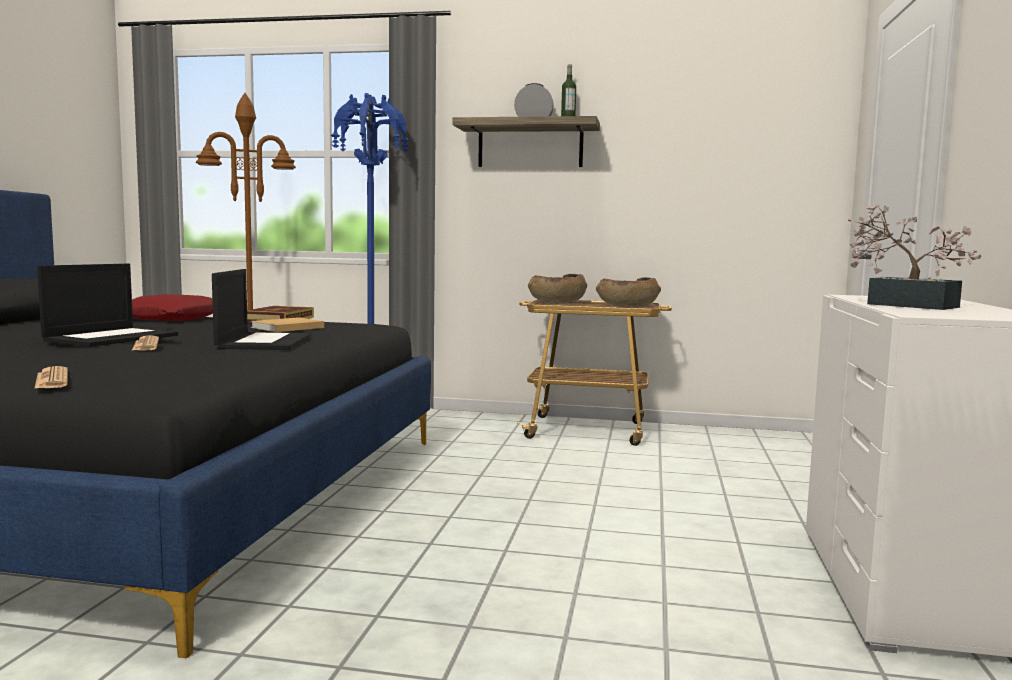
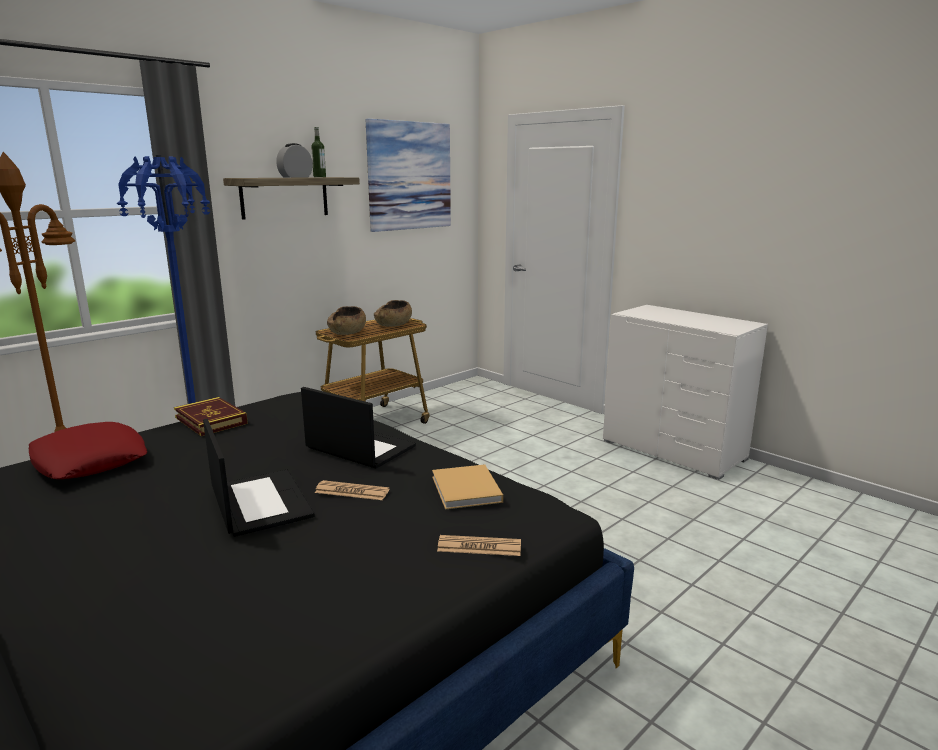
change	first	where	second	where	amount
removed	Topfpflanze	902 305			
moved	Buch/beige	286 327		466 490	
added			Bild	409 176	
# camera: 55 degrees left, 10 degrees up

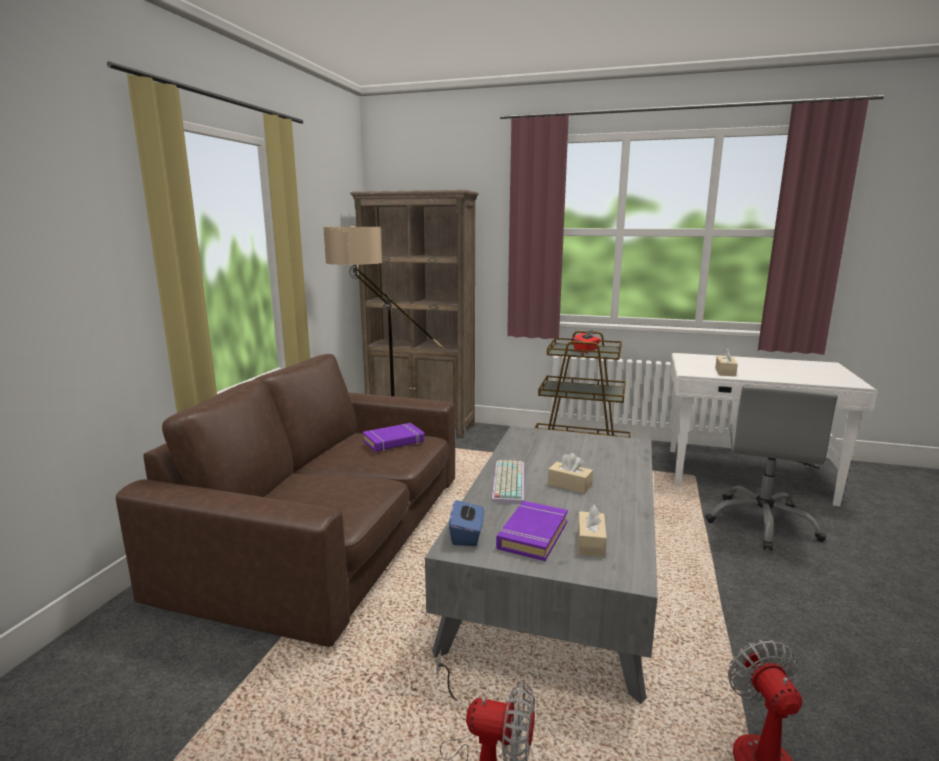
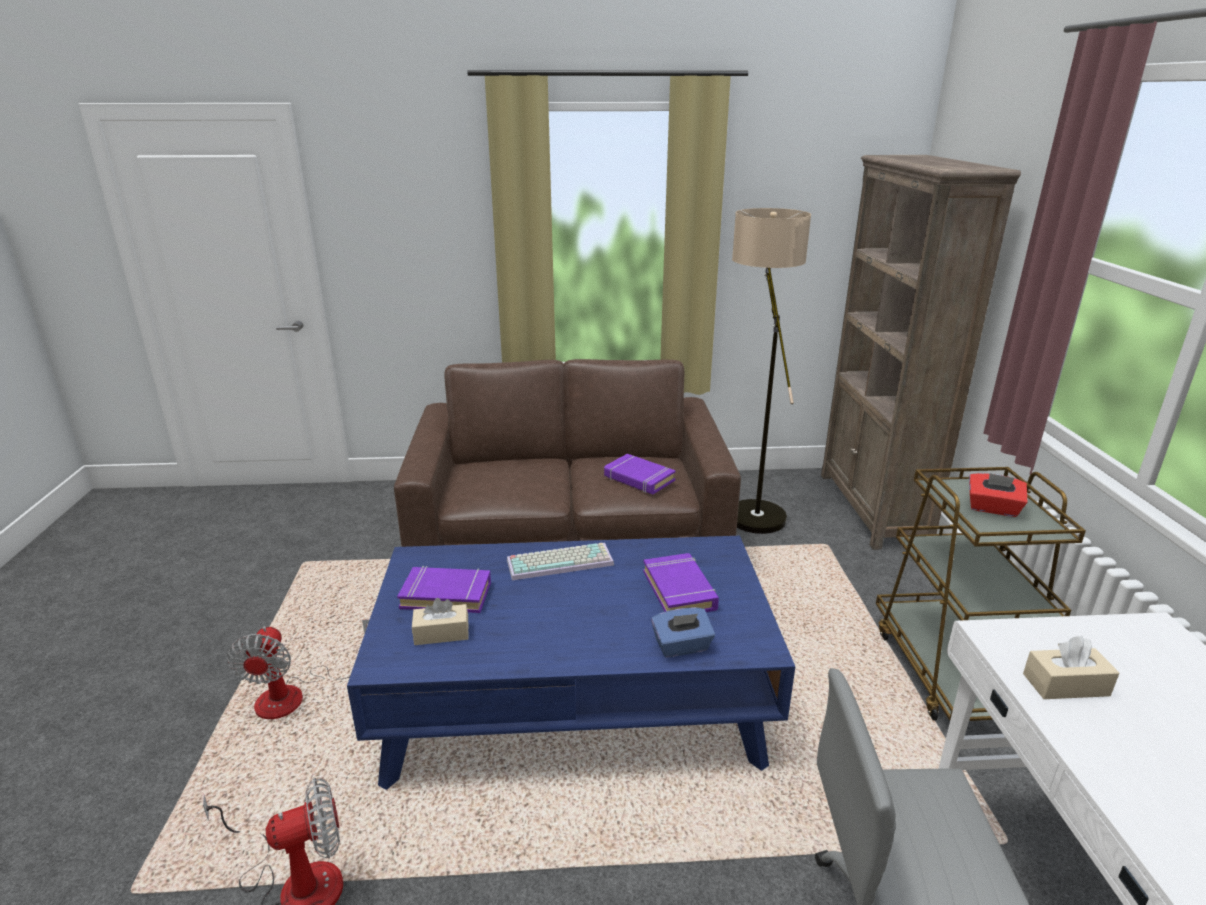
change	first	where	second	where	amount
recoloured	Couchtisch/grau	558 574	Couchtisch/blau	575 697	
removed	Taschentuchbox/beige	569 485			
moved	Taschentuchbox/blau	467 535		682 646	
added			Buch/lila	679 590	
# camera: 70 degrees right, 10 degrees up

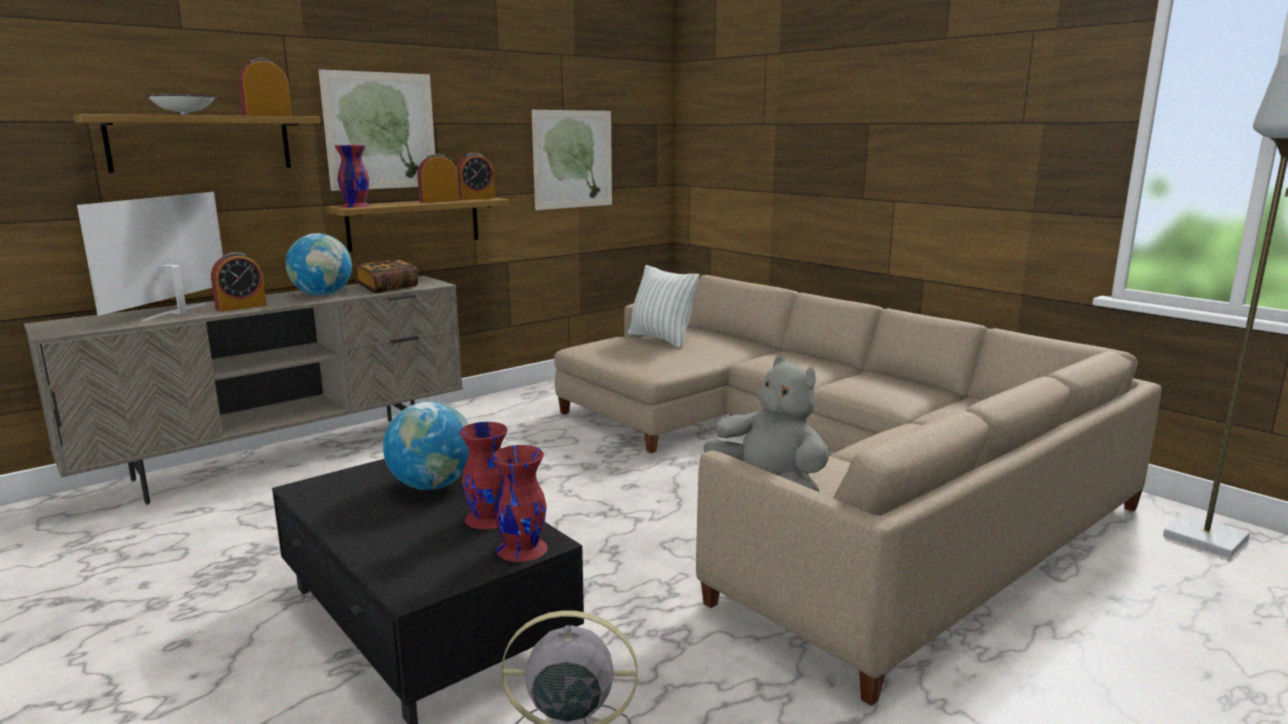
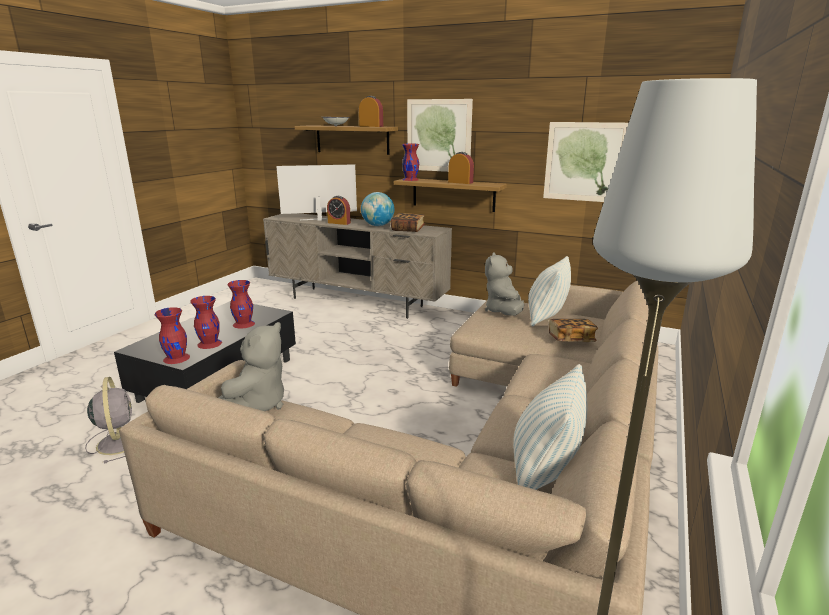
change	first	where	second	where	amount
removed	Wecker	475 198			
replaced	Globus	432 485	Vase/rot	244 324	
added			Plüschtier/grau	503 312	
added			Buch	571 339	
added			Kissen	544 470	
# camera: 65 degrees right, 5 degrees up

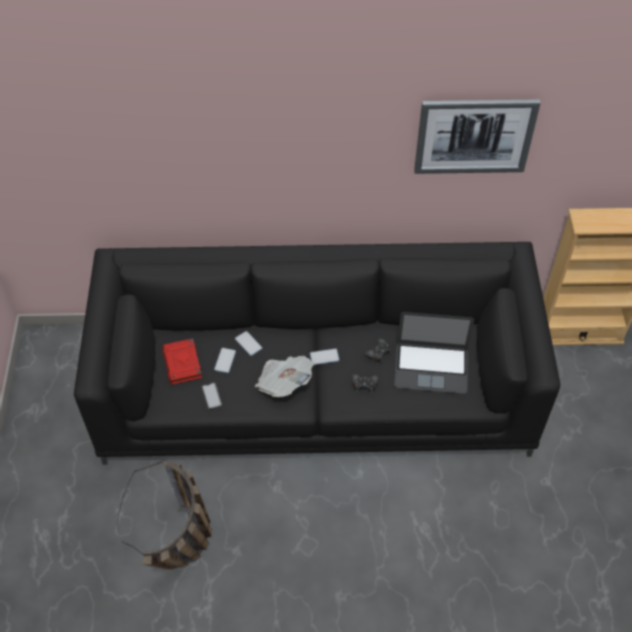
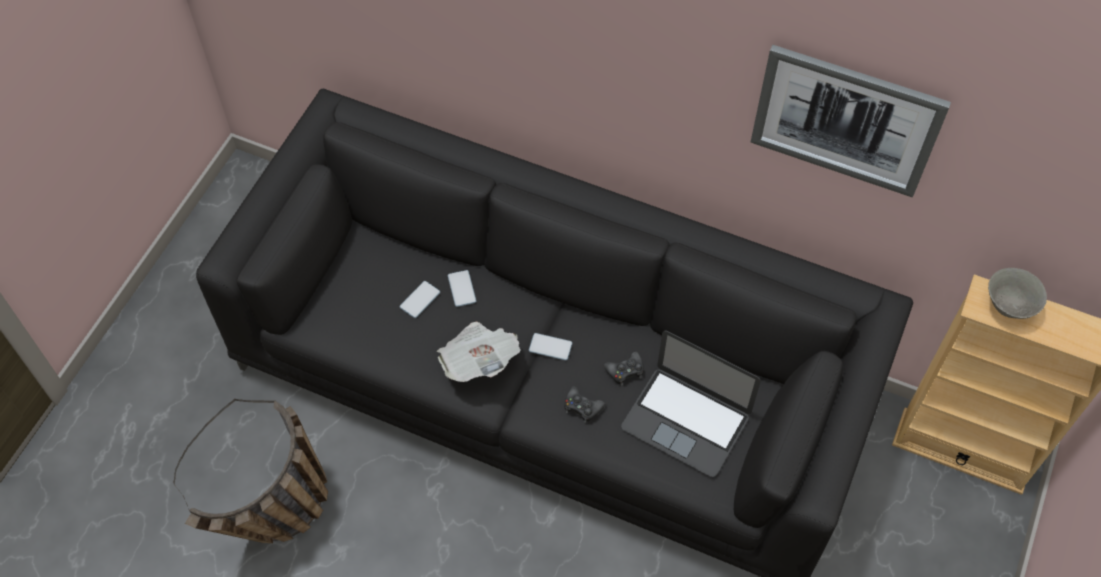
change	first	where	second	where	amount
removed	Buch/rot	183 364			
removed	Handy	211 395			
added			Schüssel/grau	1009 306	
# camera: 25 degrees right, 5 degrees up

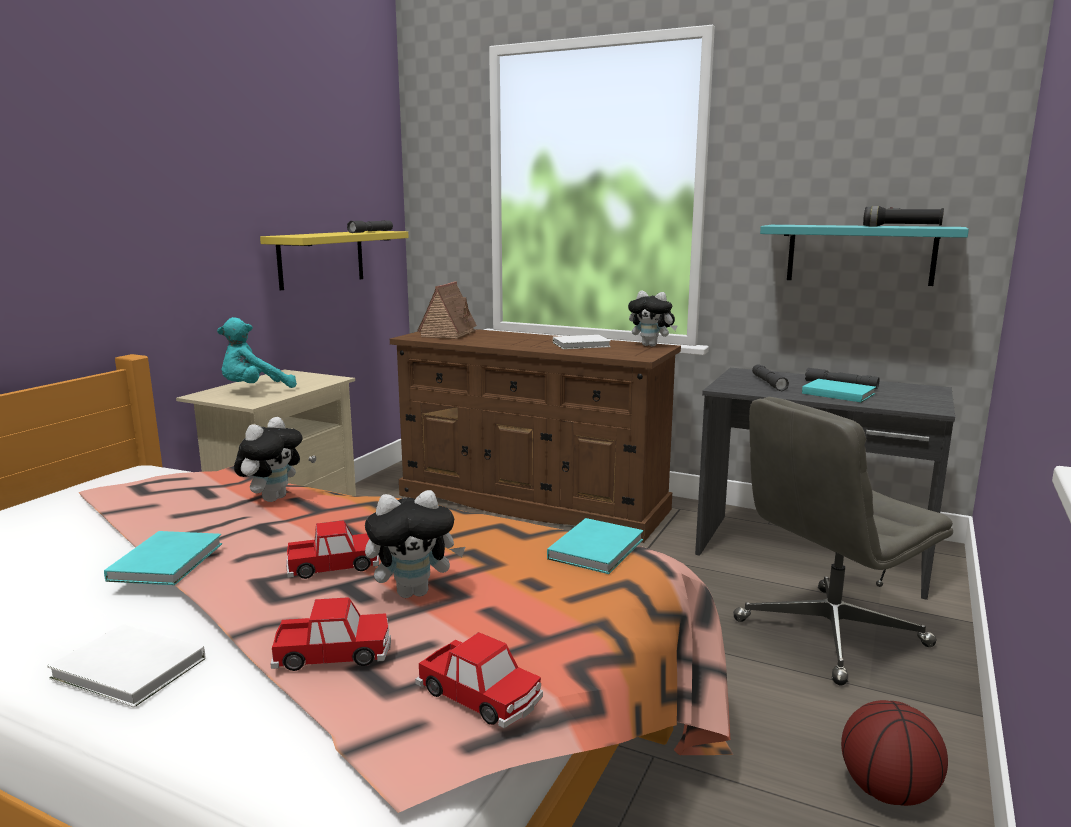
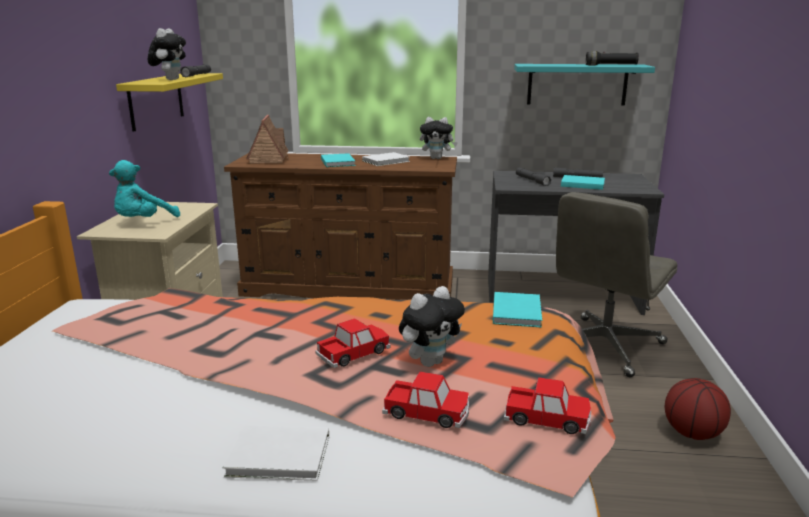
change	first	where	second	where	amount
moved	Plüschtier	272 498		170 79	
moved	Buch/türkis	170 560		338 162	
turned	Spielzeugauto	333 653		427 412	45 degrees clockwise
# camera: 20 degrees left, 5 degrees up

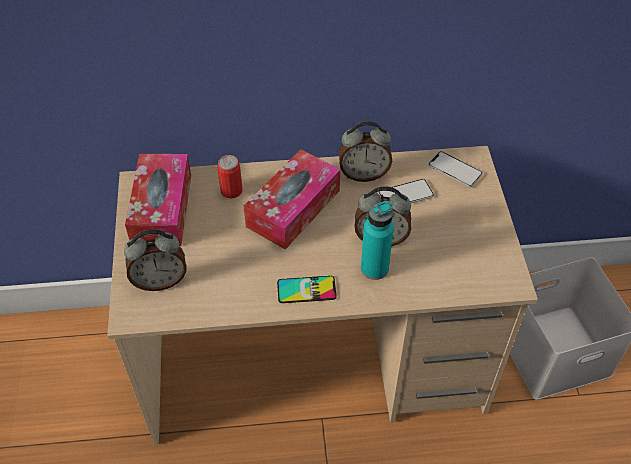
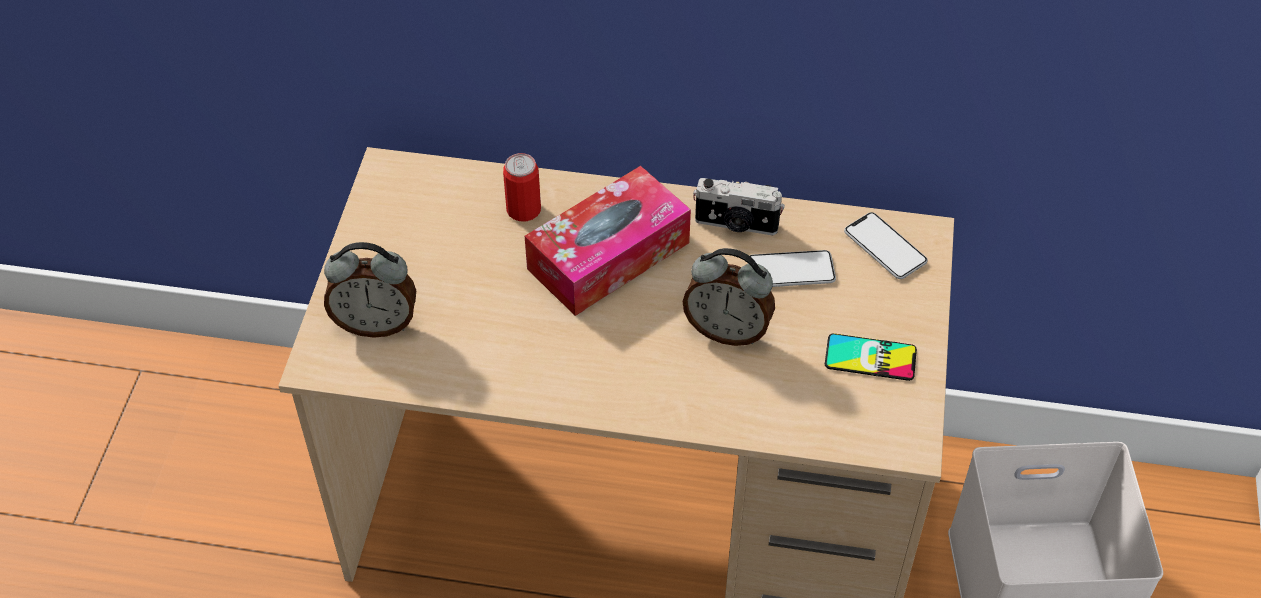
change	first	where	second	where	amount
replaced	Wecker	363 174	Kamera	736 225	
removed	Taschentuchbox	162 209			
removed	Flasche/türkis	374 268			
moved	Handy	306 290		870 357	
# camera: 15 degrees right, 0 degrees up

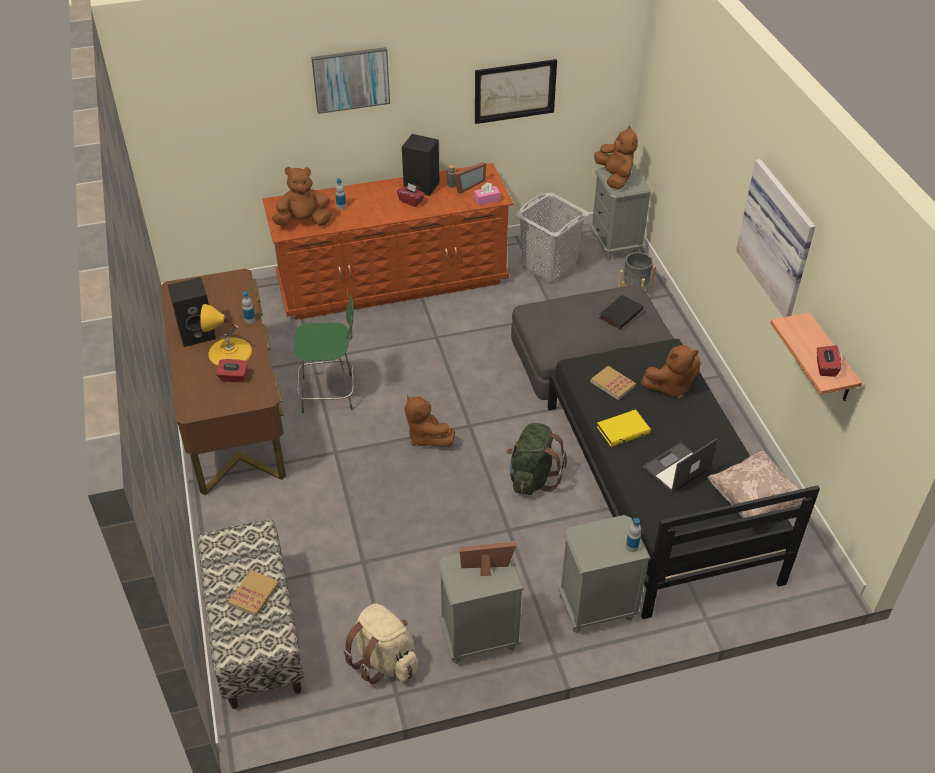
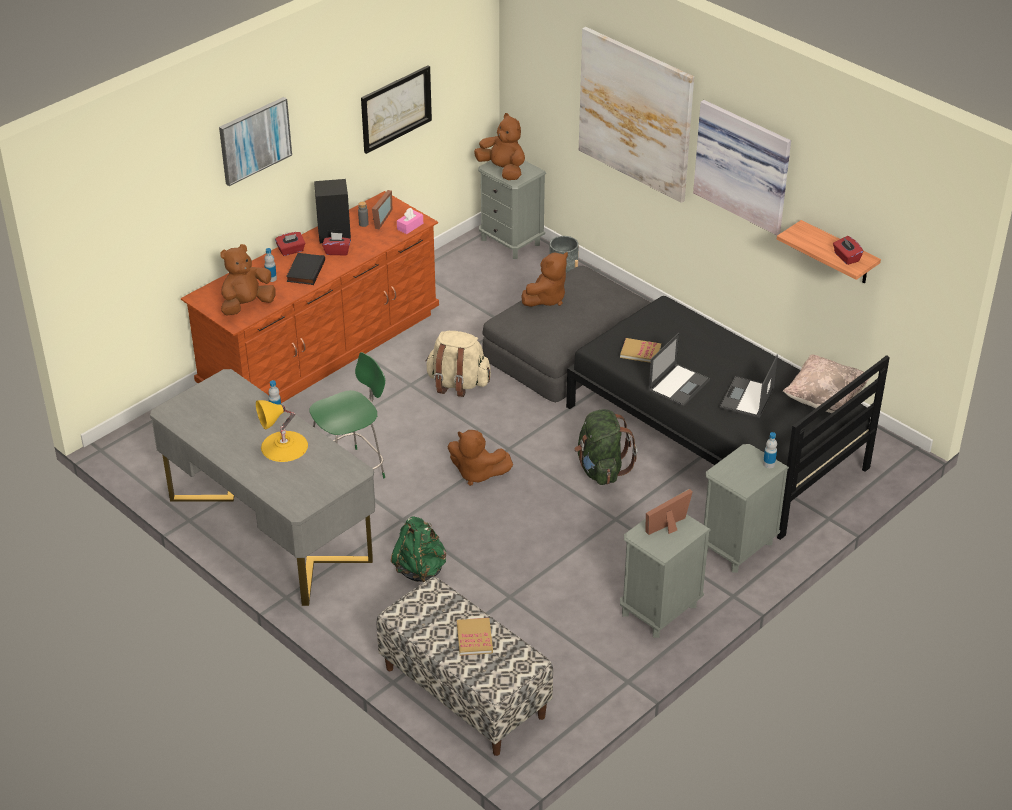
change	first	where	second	where	amount
removed	Wäschekorb/grau	548 267			
recoloured	Schreibtisch/braun	232 416	Schreibtisch/grau	270 529	
removed	Lautsprecher/schwarz	198 333			
moved	Buch/schwarz	620 313		305 271	
moved	Plüschtier/braun	670 386		546 298	
moved	Taschentuchbox/rot	233 377		291 250	
replaced	Buch/gelb	622 429	Laptop	679 385	
moved	Rucksack/beige	384 660		457 384	
added			Bild	635 114	
added			Rucksack/grün	420 569	
# camera: 30 degrees left, 5 degrees down

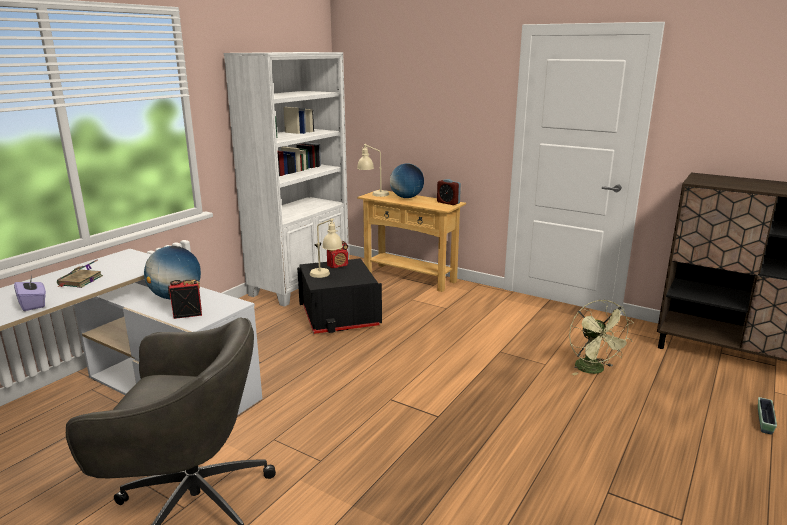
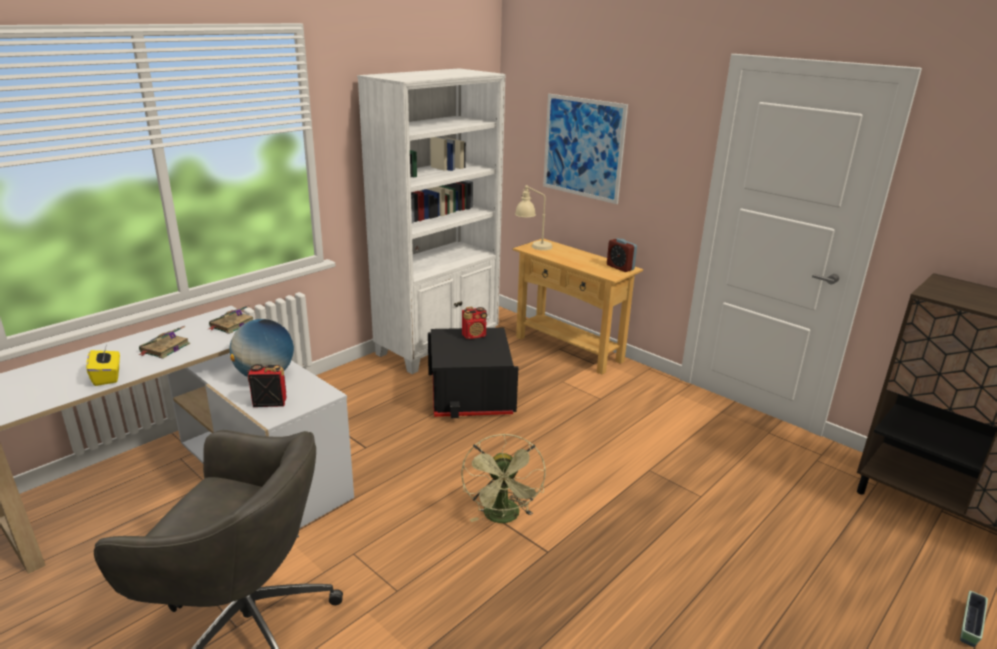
change	first	where	second	where	amount
removed	Globus	406 197			
removed	Tischlampe/beige	327 275			
recoloured	Taschentuchbox/lila	33 304	Taschentuchbox/gelb	107 377	
moved	Ventilator/grün	594 370		503 517	
added			Bild	583 148	
added			Buch	231 325	
# camera: 10 degrees right, 5 degrees up

